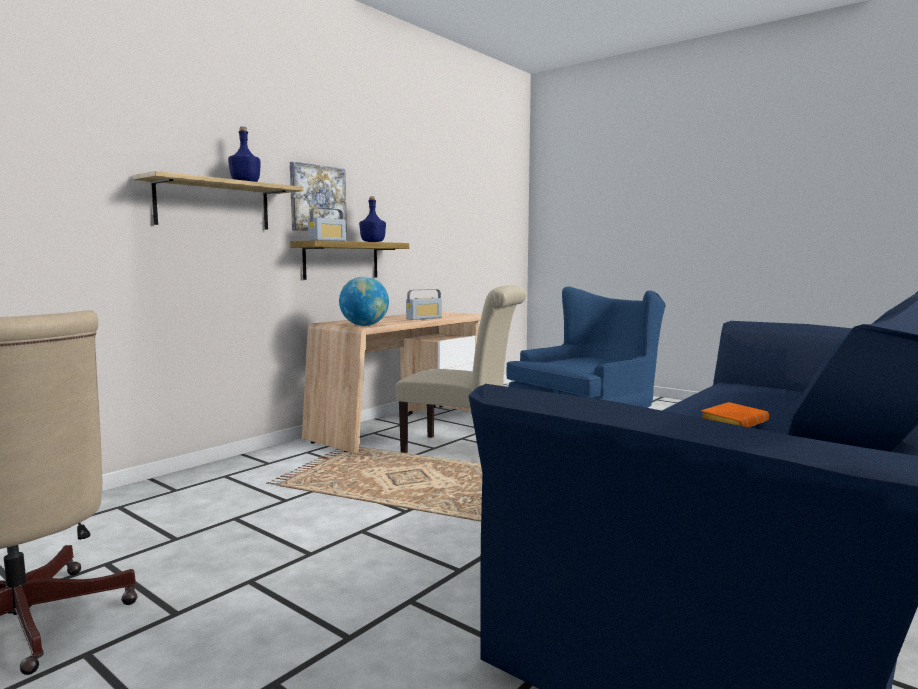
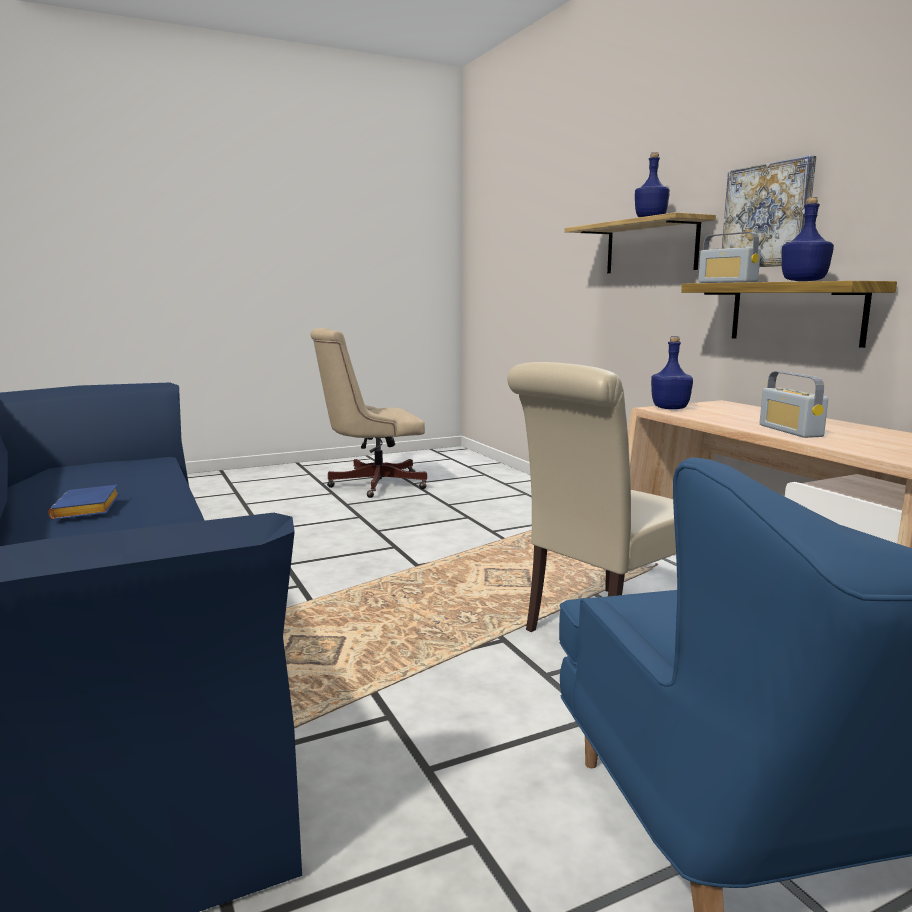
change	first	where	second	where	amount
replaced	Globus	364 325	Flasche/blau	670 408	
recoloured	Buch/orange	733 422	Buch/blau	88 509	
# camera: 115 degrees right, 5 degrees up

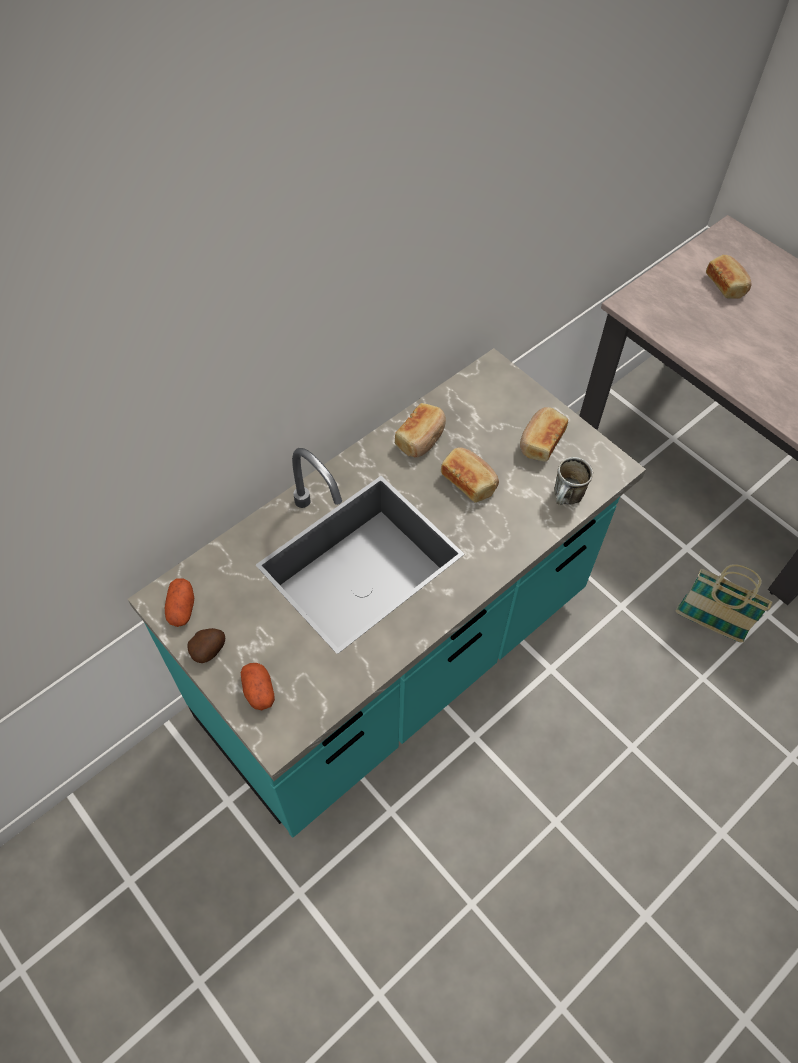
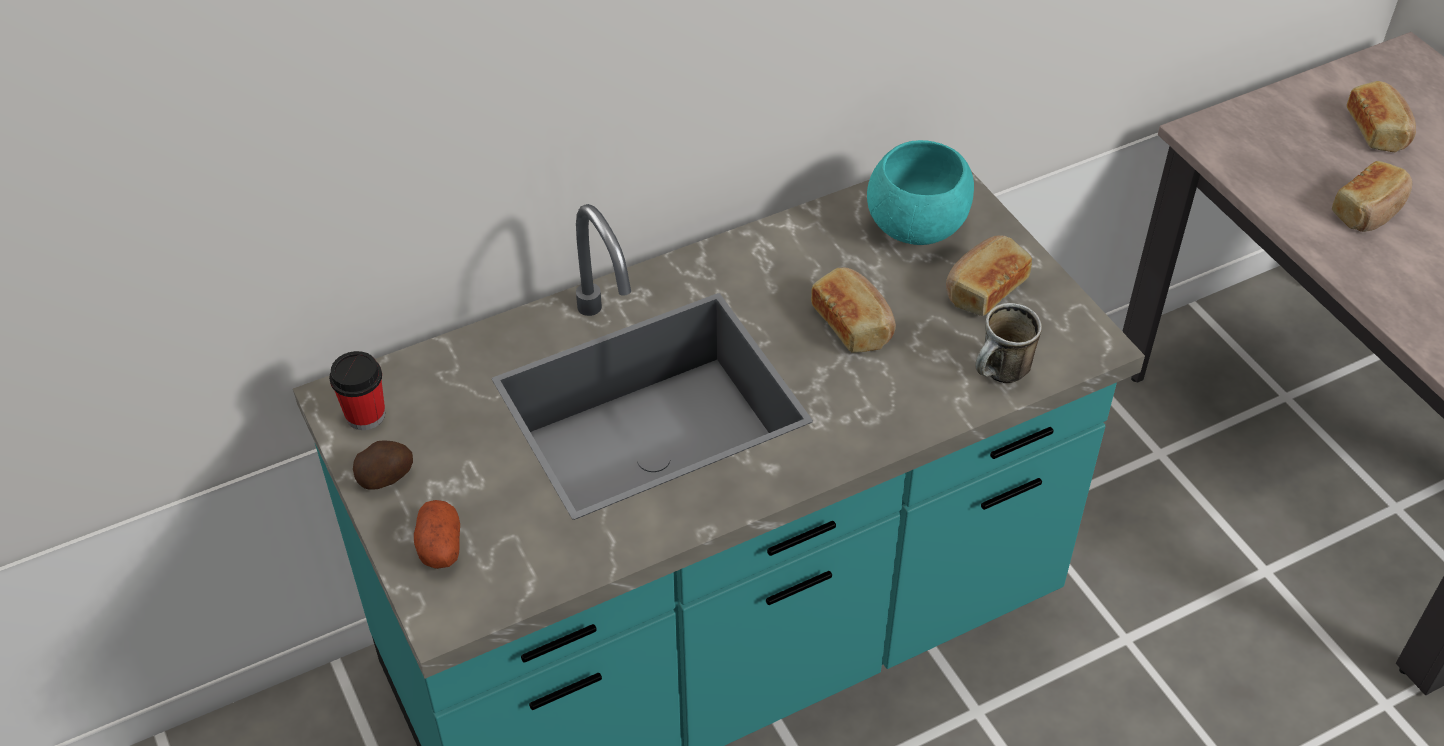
change	first	where	second	where	amount
moved	Brot	421 438		1369 210	
removed	Korb	709 625			
replaced	Kartoffel	182 608	Tasse	365 415	
added			Schüssel/türkis	918 227	
# camera: 15 degrees right, 10 degrees down

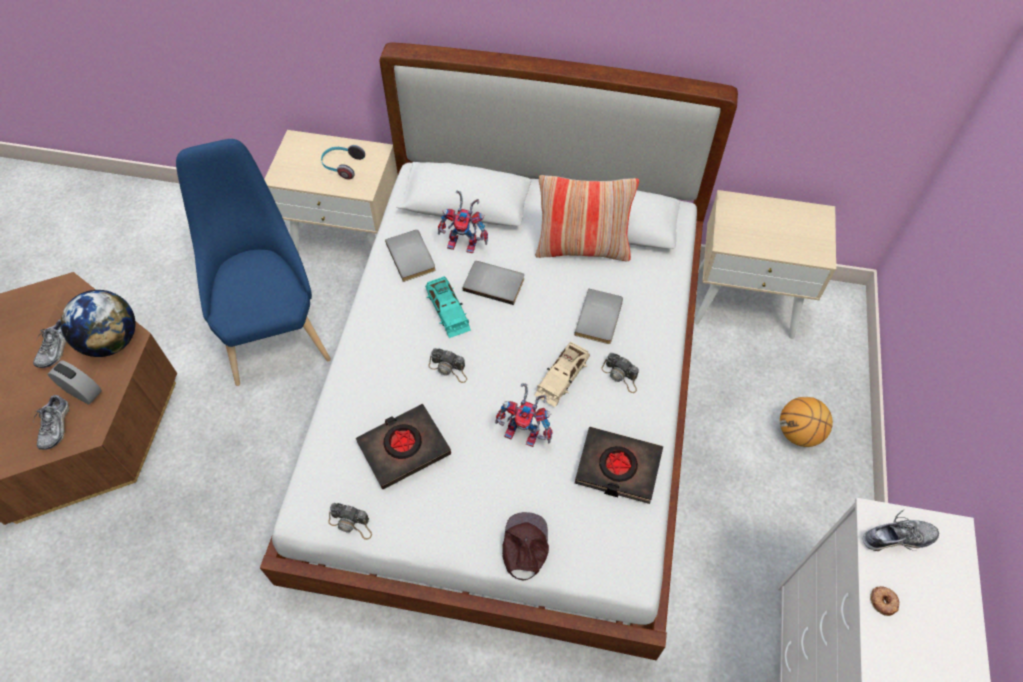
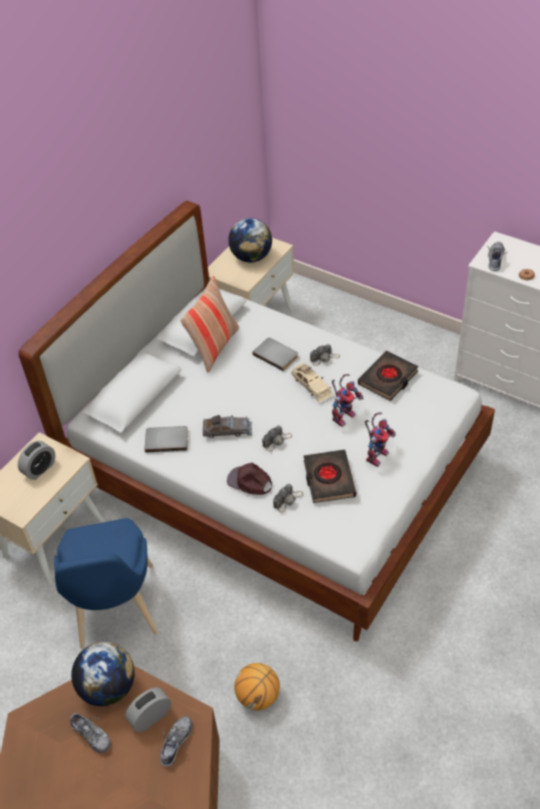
change	first	where	second	where	amount
turned	Stuhl/blau	275 330		116 613	105 degrees counterclockwise
replaced	Kopfhörer	342 166	Wecker	40 469	
moved	Spielzeugroboter	465 243		376 454	
removed	Buch/grau	494 282			
recoloured	Spielzeugauto/türkis	447 310	Spielzeugauto/grau	227 430	
turned	Schuh	56 426		176 743	90 degrees counterclockwise
moved	Basketball	798 433		258 696	
moved	Kamera	351 523		288 500	
moved	Kappe/braun	524 546		249 482	
added			Globus	251 257	
# camera: 65 degrees left, 10 degrees down

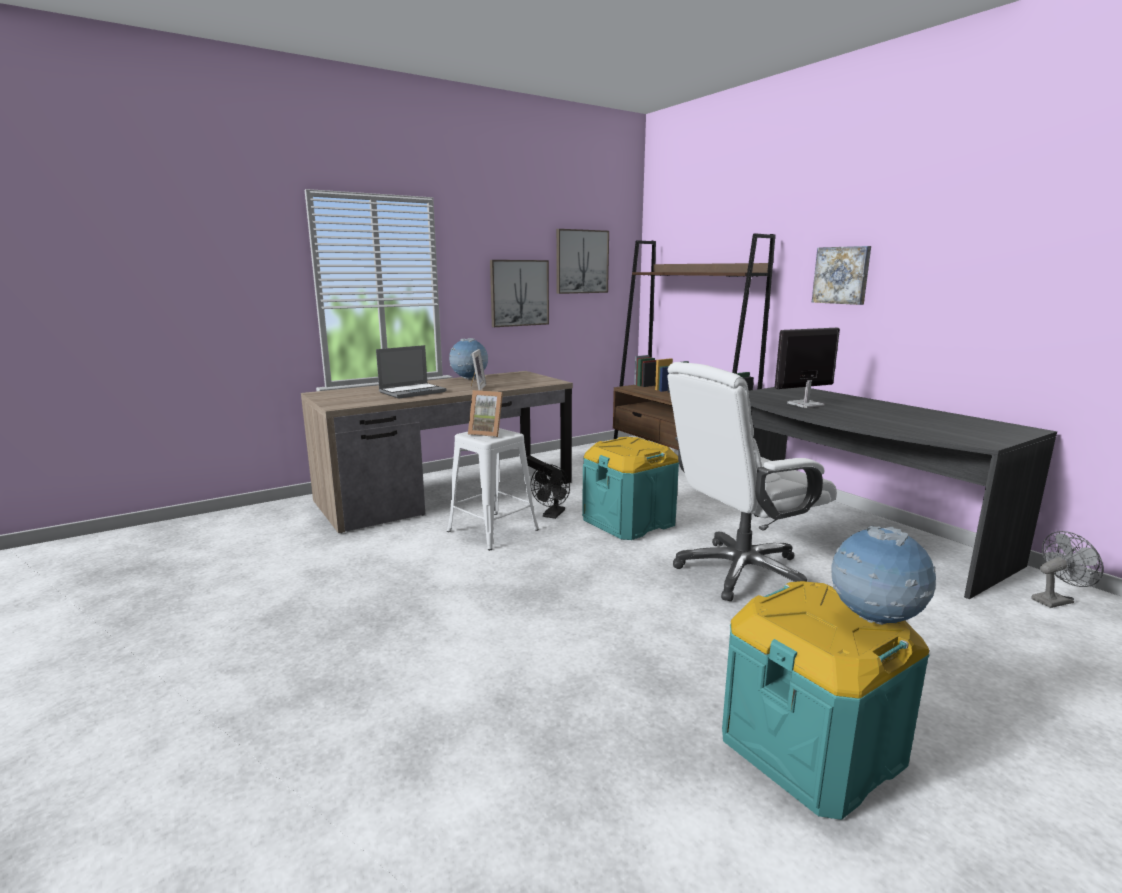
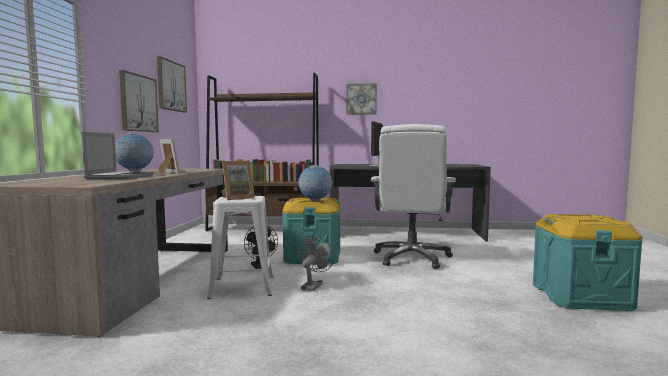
change	first	where	second	where	amount
moved	Globus	874 621		315 201	
moved	Ventilator/grau	1055 600		313 285	
# camera: 50 degrees left, 10 degrees down

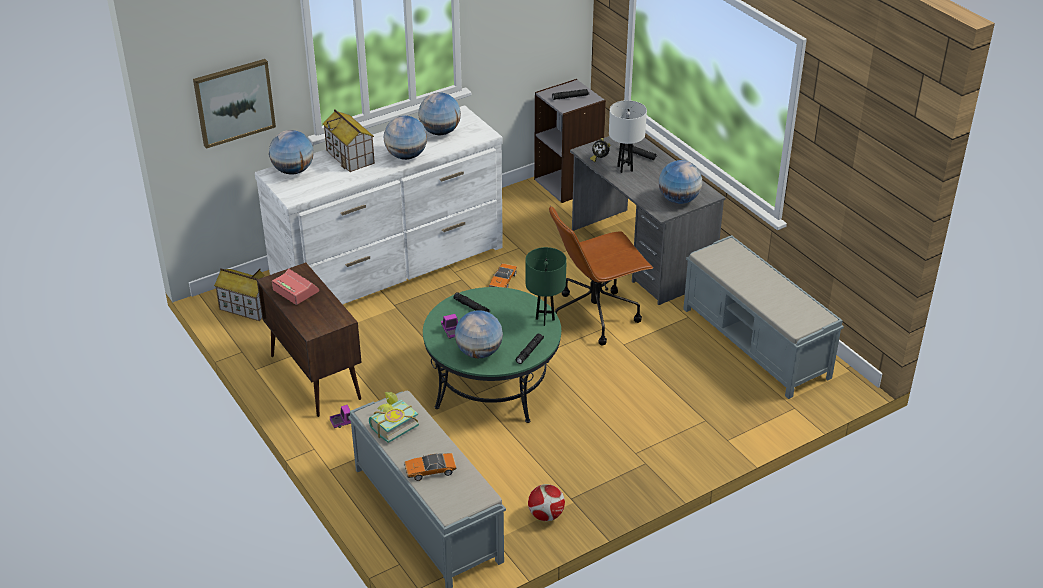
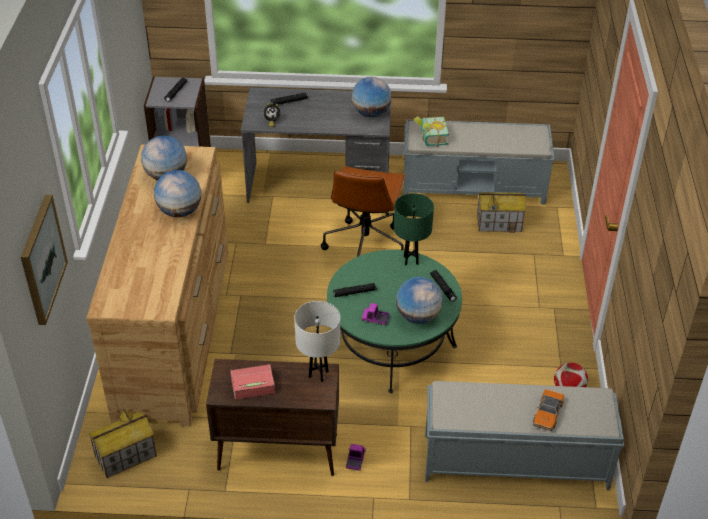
change	first	where	second	where	amount
moved	Tischlampe/weiß	625 168		318 374	
recoloured	Kommode/weiß	390 266	Kommode/braun	174 330	
moved	Spielzeughaus	350 157		499 223	
removed	Globus	293 171			
removed	Spielzeugauto	502 281			
moved	Buch	391 425		430 138	
# camera: 55 degrees left, 5 degrees up

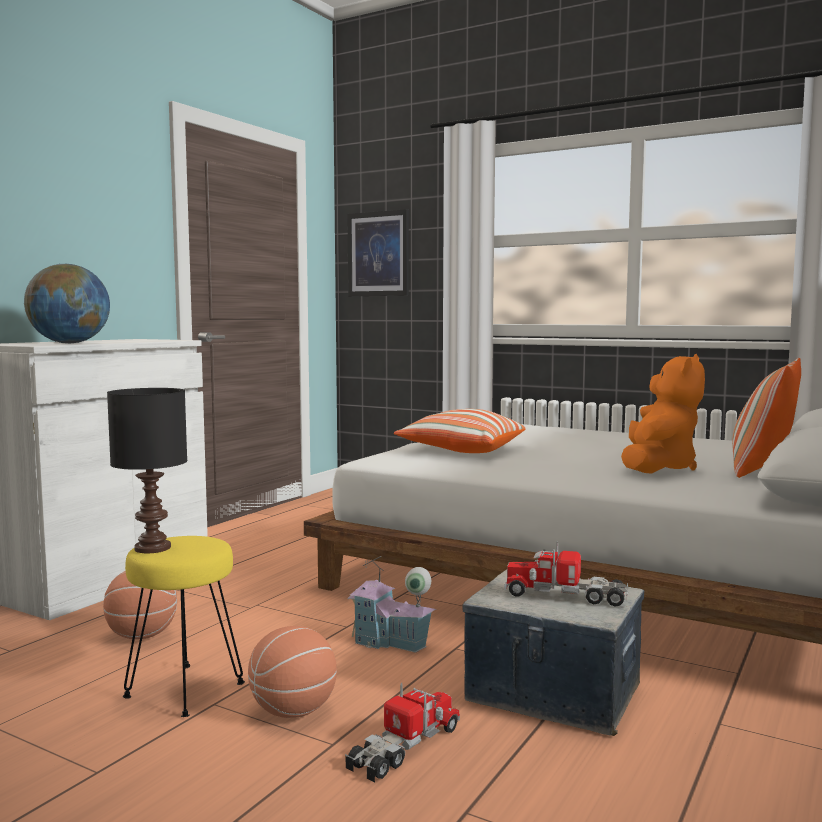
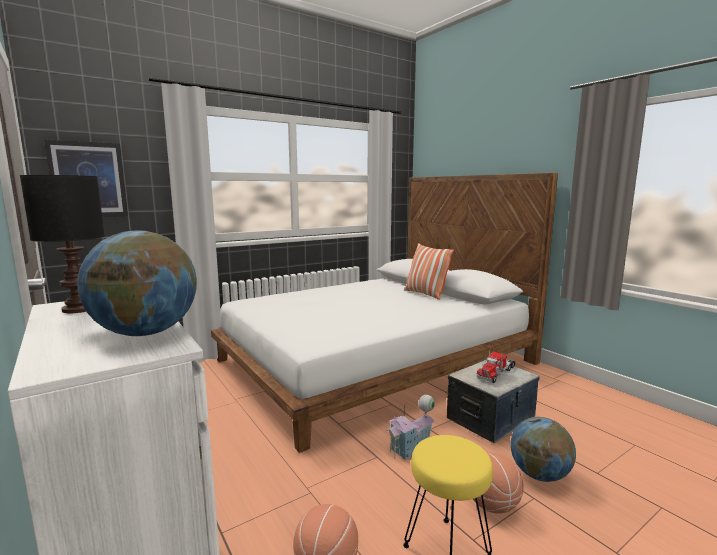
change	first	where	second	where	amount
removed	Plüschtier/orange	658 468			
moved	Tischlampe/schwarz	152 548		80 309	
removed	Kissen	461 450			
replaced	Spielzeuglaster	405 747	Globus	539 474	
# camera: 65 degrees left, 5 degrees up

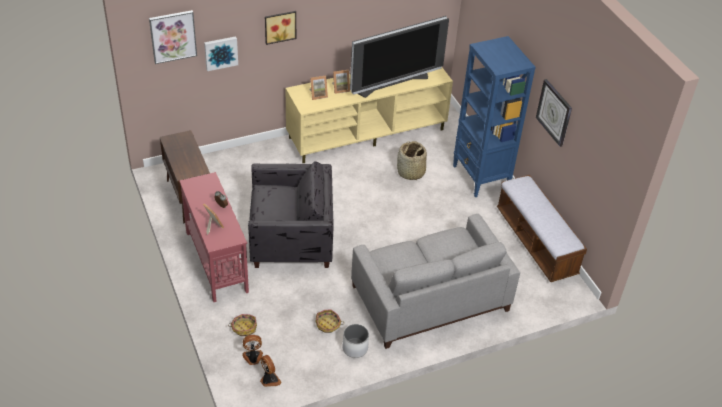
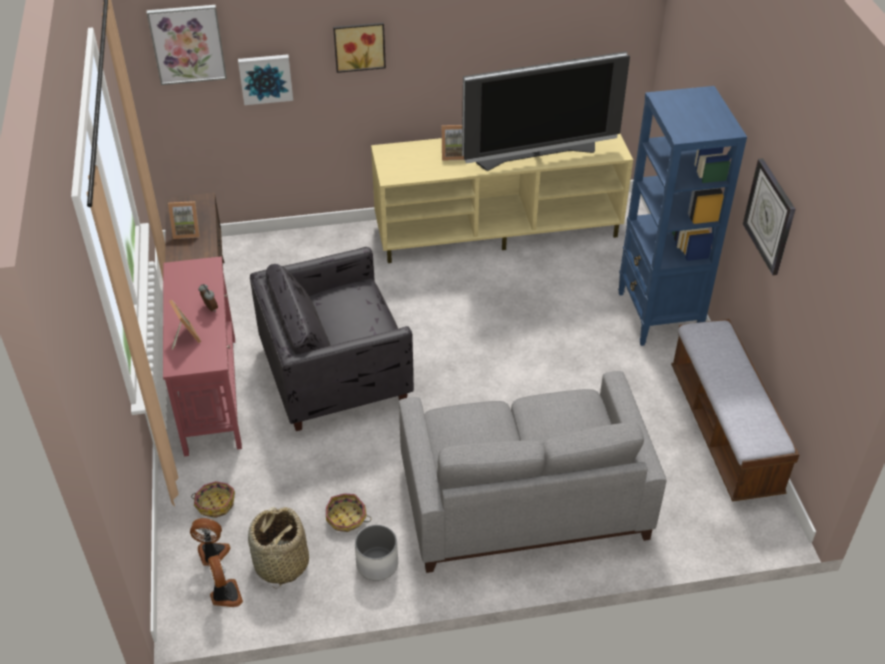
change	first	where	second	where	amount
moved	Bilderrahmen	318 95		187 232	
moved	Korb	410 172		281 564	
turned	Sessel/grau	292 238		334 373	150 degrees clockwise
# camera: 15 degrees right, 0 degrees up

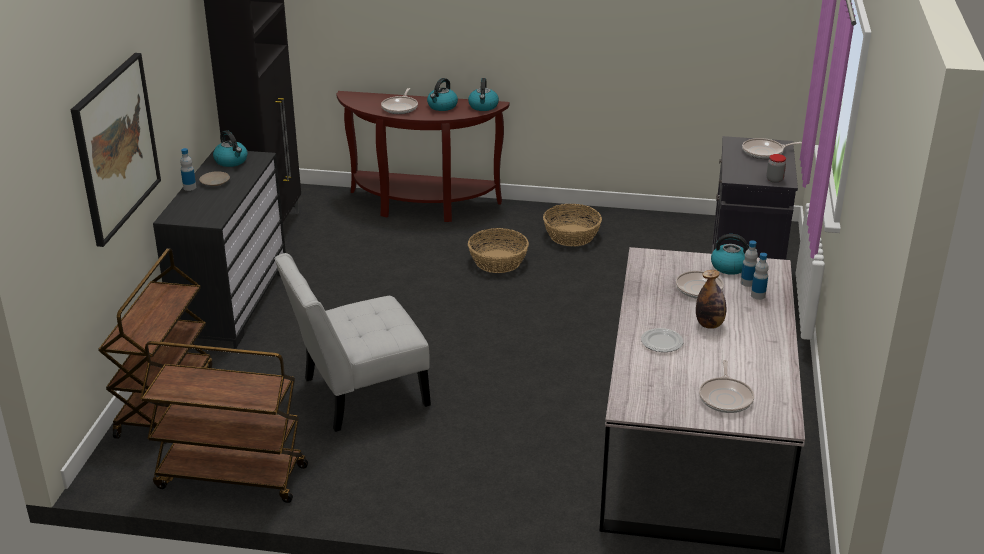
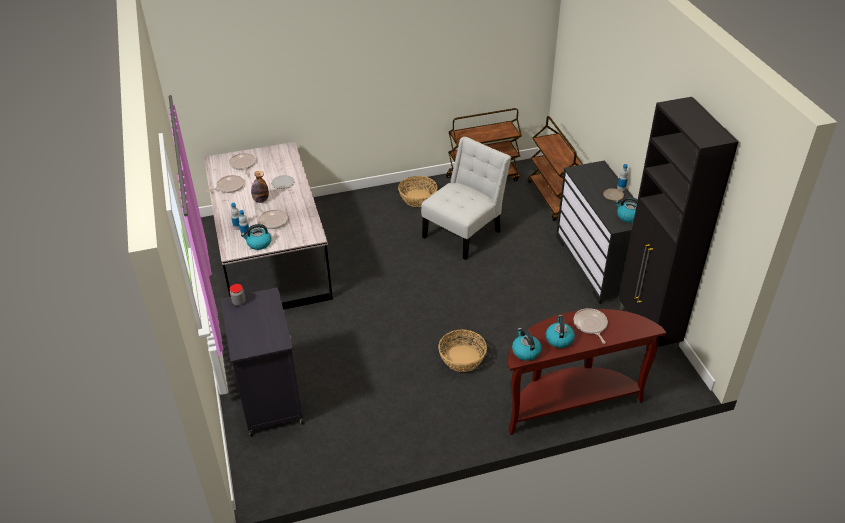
change	first	where	second	where	amount
removed	Bild	115 147			
moved	Pfanne	765 152		229 187	
moved	Korb	571 235		418 198	
# camera: 155 degrees right, 10 degrees up

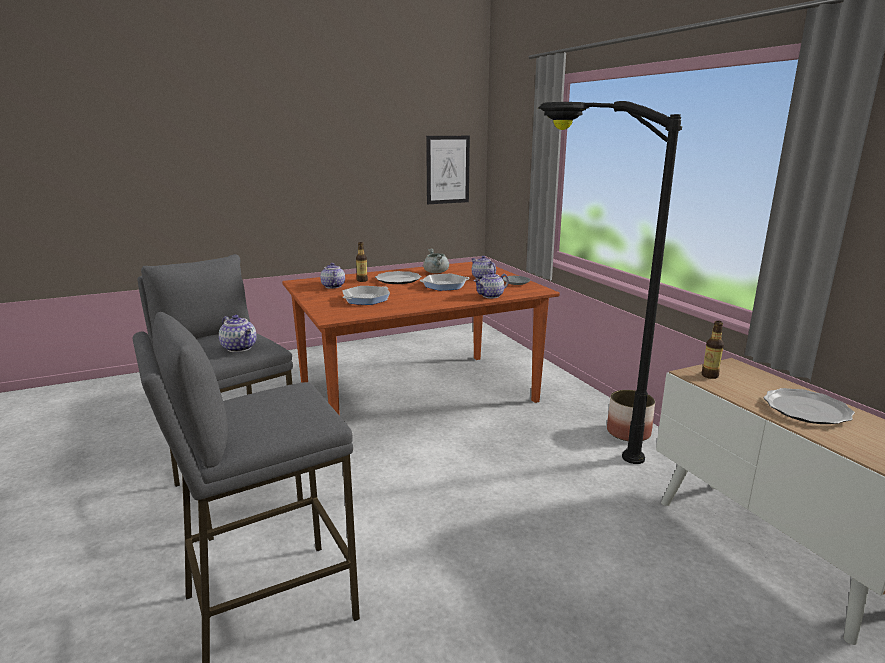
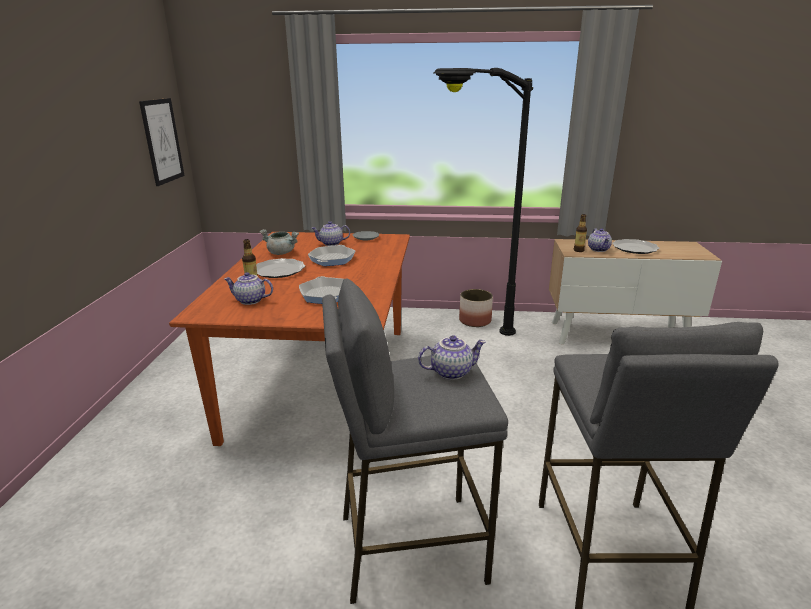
change	first	where	second	where	amount
moved	Teekanne	491 296		599 249	
# camera: 60 degrees left, 5 degrees up

